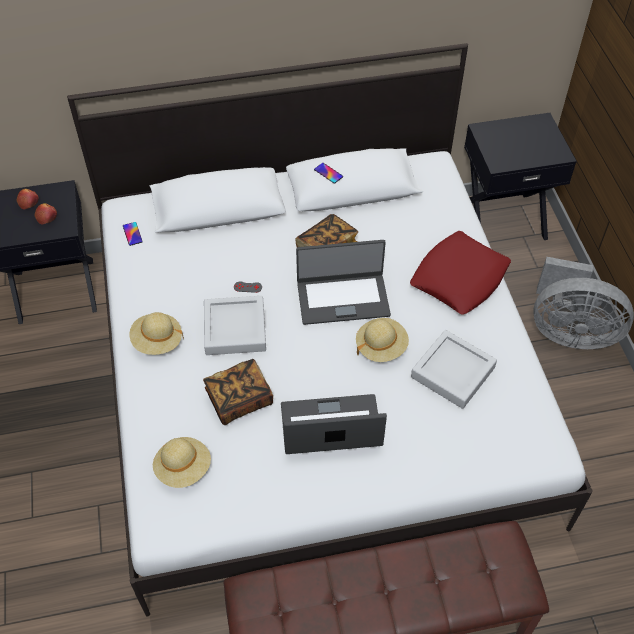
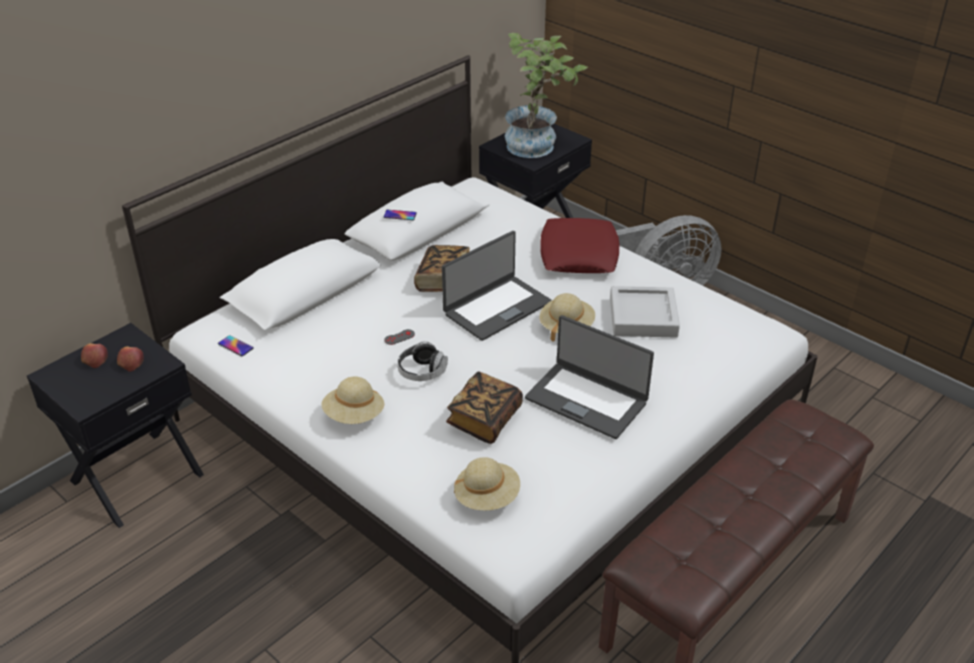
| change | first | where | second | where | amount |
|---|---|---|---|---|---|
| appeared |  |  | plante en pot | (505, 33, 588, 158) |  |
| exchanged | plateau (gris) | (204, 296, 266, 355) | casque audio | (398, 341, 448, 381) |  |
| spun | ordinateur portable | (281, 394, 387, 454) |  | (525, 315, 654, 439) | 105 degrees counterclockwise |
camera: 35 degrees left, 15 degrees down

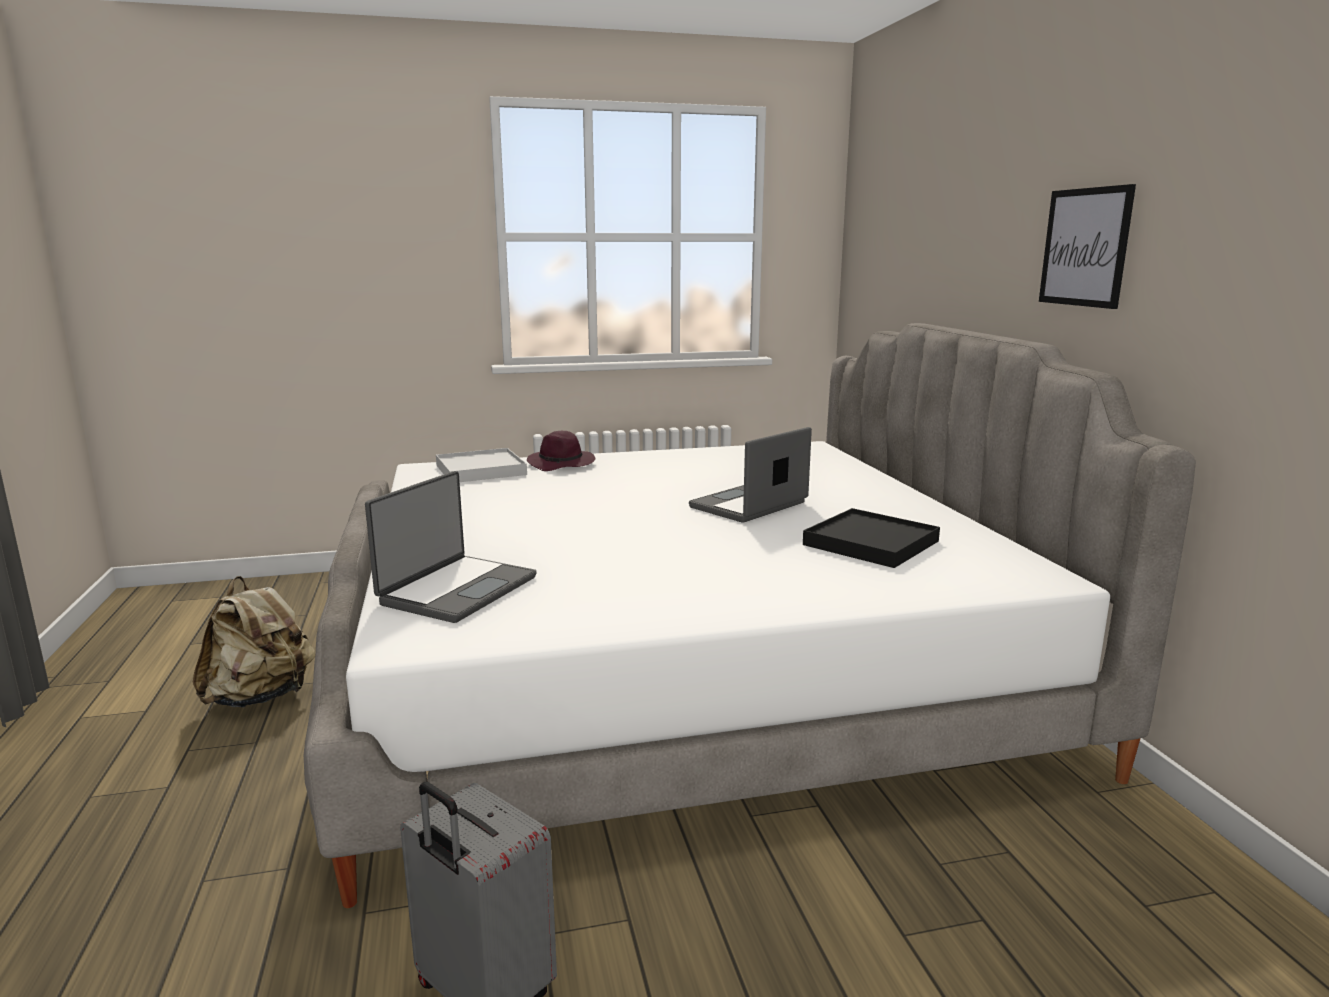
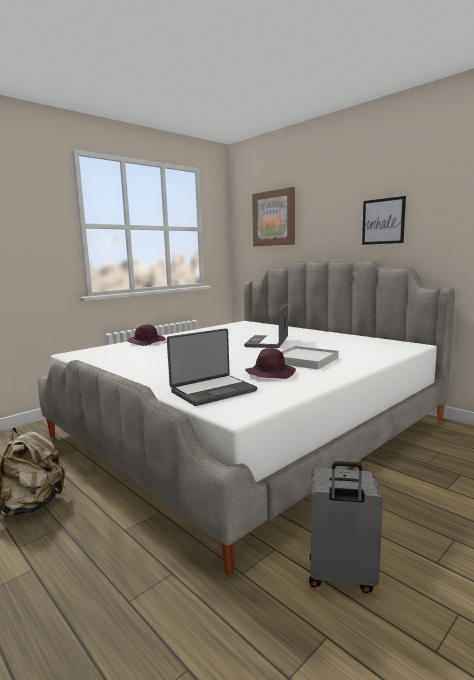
| change | first | where | second | where | amount |
|---|---|---|---|---|---|
| missing | plateau (noir) | (803, 508, 940, 568) |  |  |  |
| appeared |  |  | chapeau (violet) | (245, 348, 296, 379) |  |
| appeared |  |  | tableau | (252, 187, 295, 246) |  |
| relocated | plateau (blanc) | (436, 448, 527, 482) |  | (281, 346, 339, 369) |  |
| spun | ordinateur portable | (365, 471, 537, 623) |  | (167, 328, 257, 406) | 60 degrees clockwise |
camera: 30 degrees left, 5 degrees down

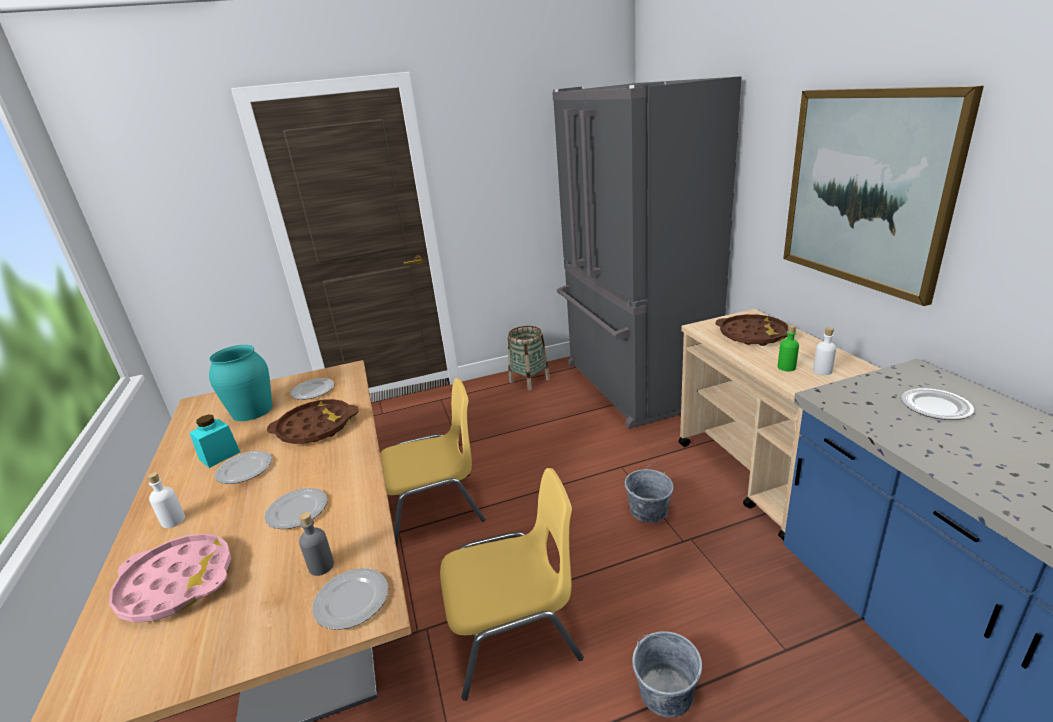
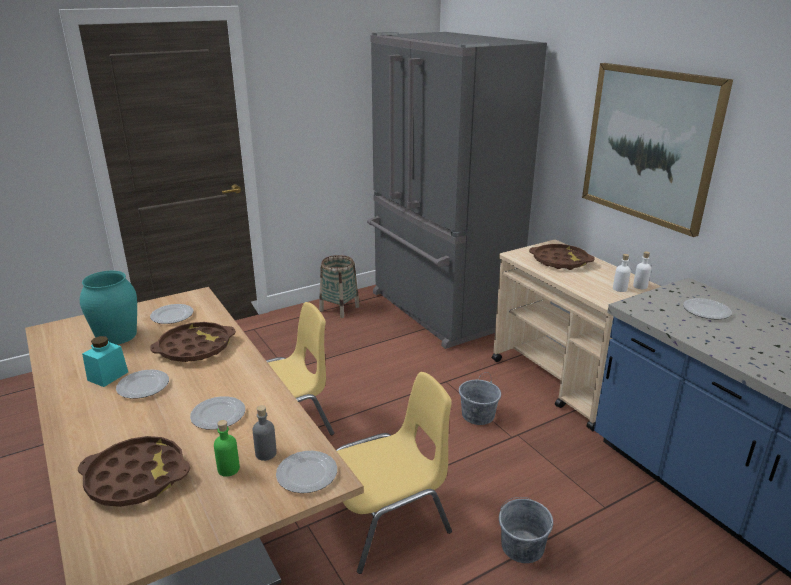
| change | first | where | second | where | amount |
|---|---|---|---|---|---|
| relocated | bouteille (blanc) | (147, 472, 185, 528) |  | (633, 251, 651, 289) |  |
| relocated | bouteille (vert) | (778, 325, 799, 371) |  | (214, 420, 240, 477) |  |
| colour | plateau (rose) | (109, 533, 231, 623) | plateau (marron) | (78, 436, 190, 507) |  |
camera: 15 degrees left, 0 degrees up

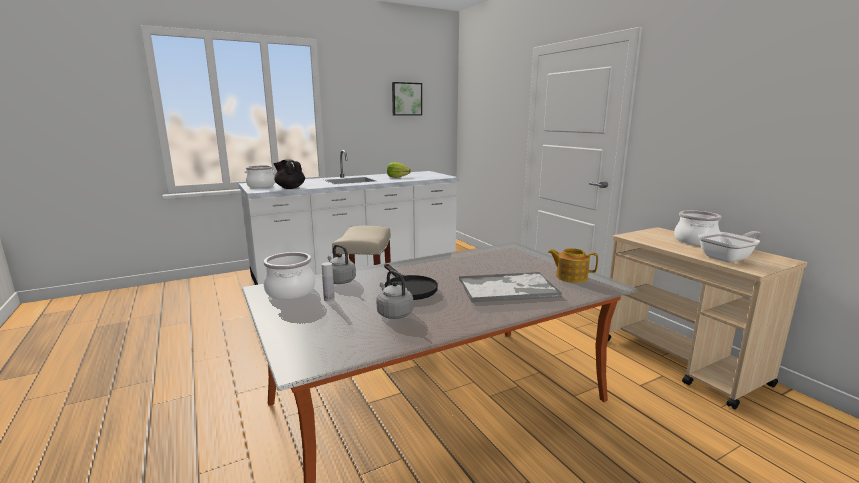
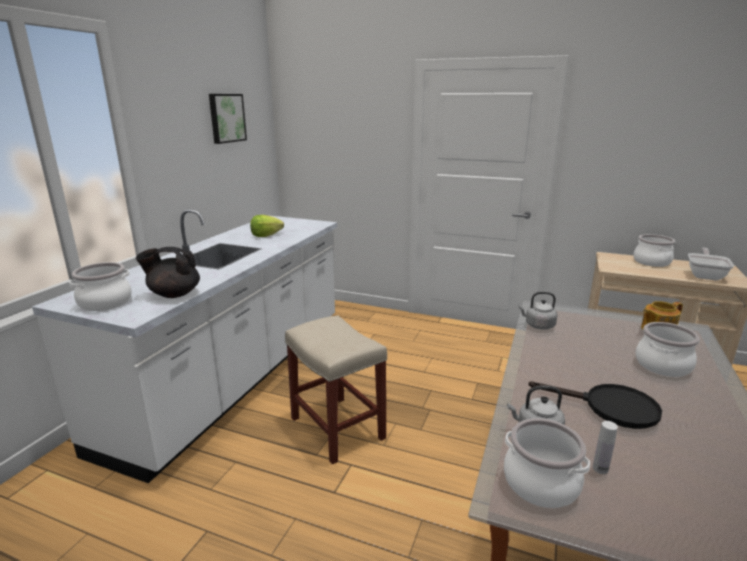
| change | first | where | second | where | amount |
|---|---|---|---|---|---|
| relocated | bouilloire (gris) | (376, 270, 413, 319) |  | (518, 292, 557, 330) |  |
| exchanged | plateau | (459, 272, 562, 303) | marmite | (636, 322, 700, 377) |  |
camera: 40 degrees left, 5 degrees up

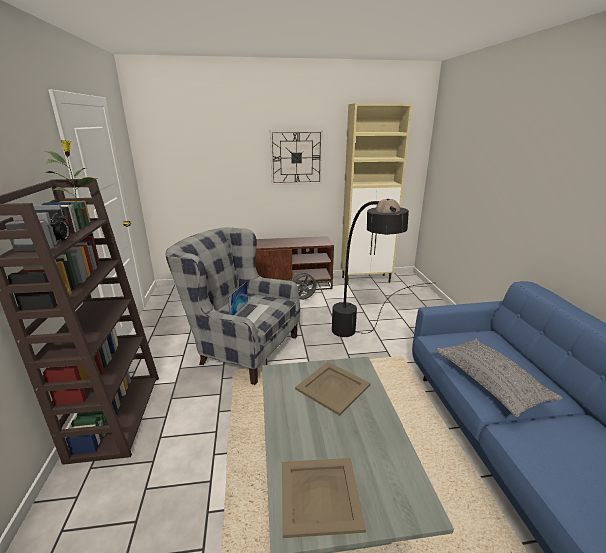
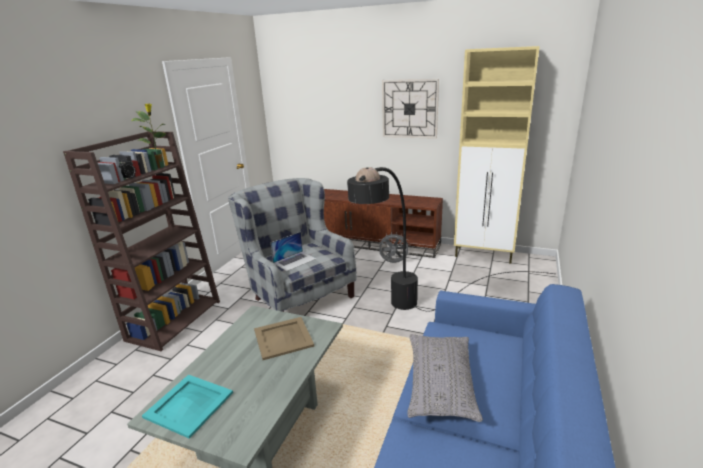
| change | first | where | second | where | amount |
|---|---|---|---|---|---|
| colour | plateau (beige) | (282, 458, 366, 538) | plateau (turquoise) | (142, 374, 233, 439) |  |
camera: 30 degrees right, 0 degrees up

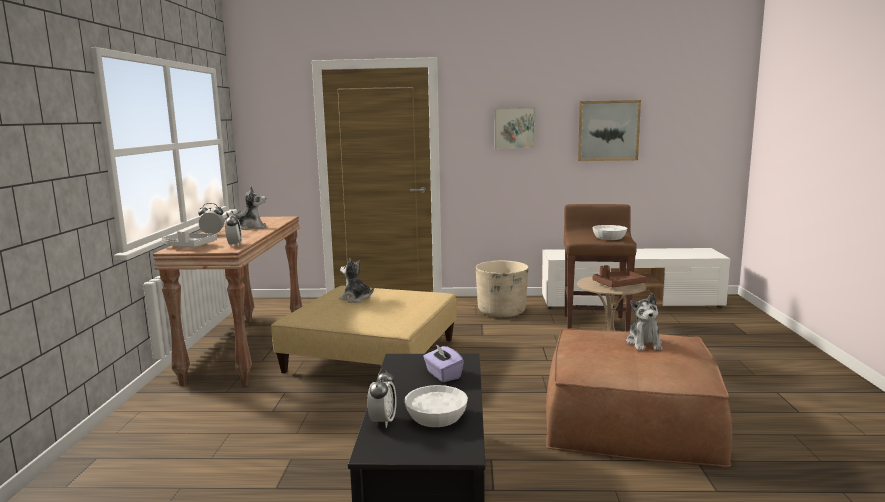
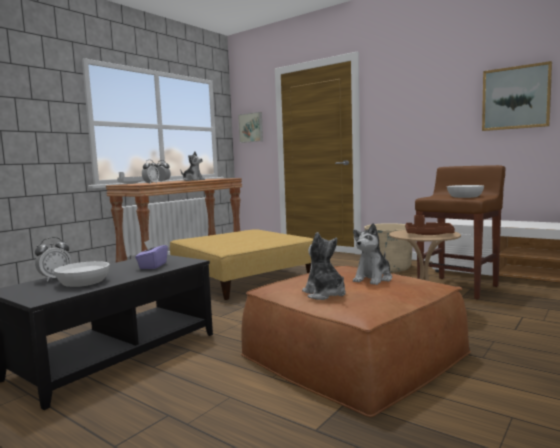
| change | first | where | second | where | amount |
|---|---|---|---|---|---|
| relocated | peluche | (339, 259, 374, 303) |  | (302, 232, 346, 300) |  |
| relocated | tableau | (494, 107, 535, 149) |  | (238, 112, 263, 143) |  |
camera: 35 degrees right, 5 degrees down

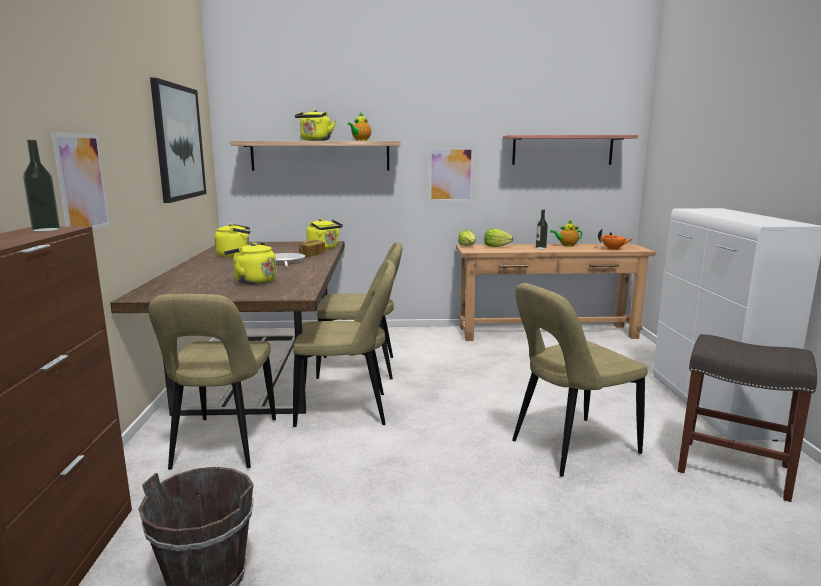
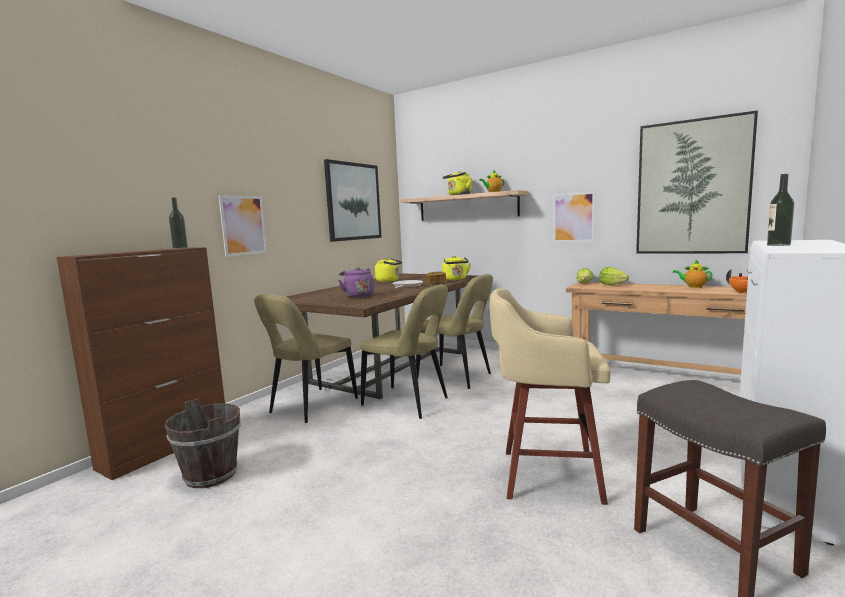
| change | first | where | second | where | amount |
|---|---|---|---|---|---|
| relocated | bouteille | (536, 209, 548, 249) |  | (767, 174, 794, 246) |  |
| exchanged | étagère | (503, 135, 638, 165) | tableau | (636, 110, 758, 253) |  |
| exchanged | chaise (beige) | (512, 283, 647, 477) | tabouret (beige) | (489, 288, 611, 505) |  |
| colour | bouilloire (jaune) | (224, 242, 277, 285) | bouilloire (violet) | (338, 267, 374, 298) |  |
camera: 35 degrees right, 5 degrees down

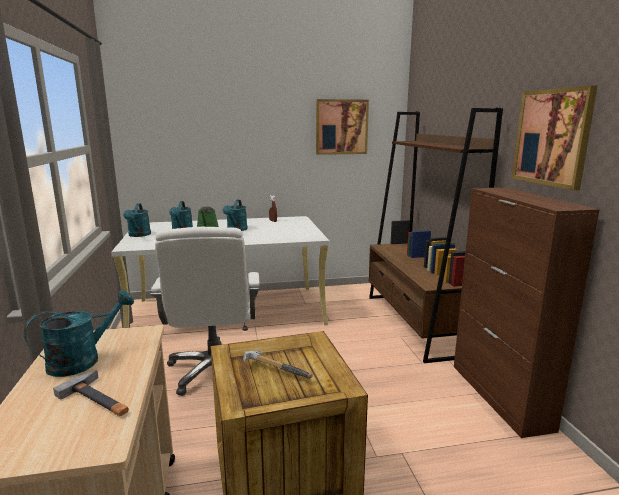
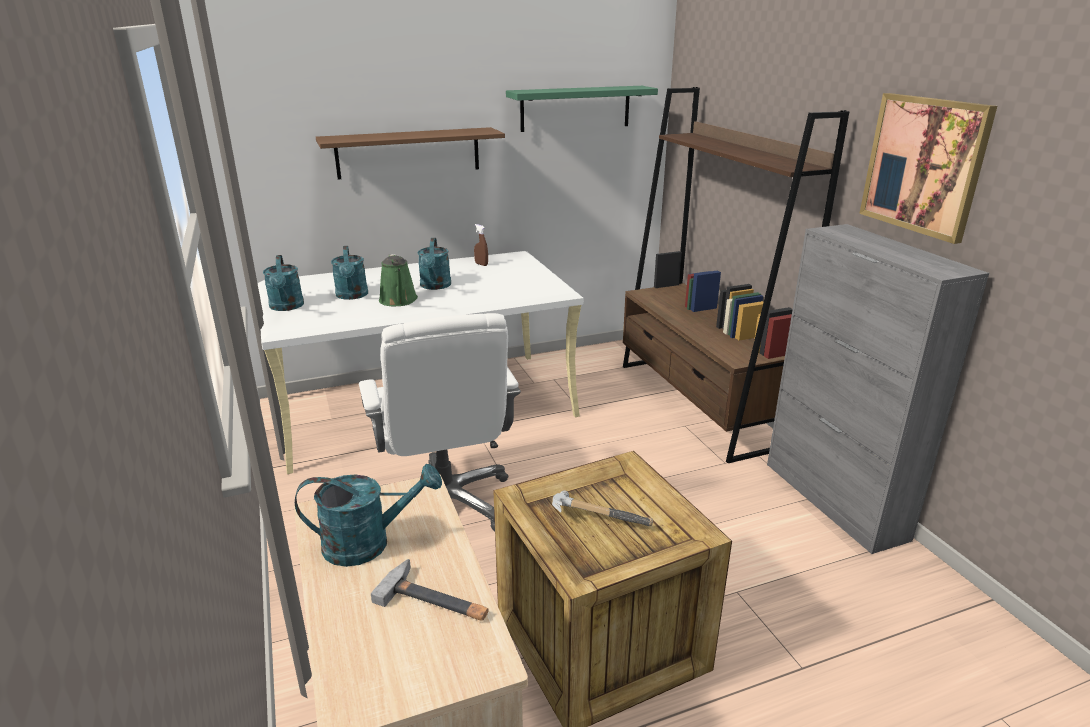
| change | first | where | second | where | amount |
|---|---|---|---|---|---|
| appeared |  |  | étagère (marron) | (316, 127, 505, 179) |  |
| exchanged | tableau | (316, 99, 369, 155) | étagère (vert) | (506, 86, 658, 132) |  |
| colour | meuble de rangement (marron) | (454, 187, 600, 438) | meuble de rangement (gris) | (767, 224, 989, 554) |  |
| spun | arrosoir (turquoise) | (24, 290, 134, 377) |  | (295, 464, 442, 567) | 45 degrees clockwise |
camera: 10 degrees left, 10 degrees up

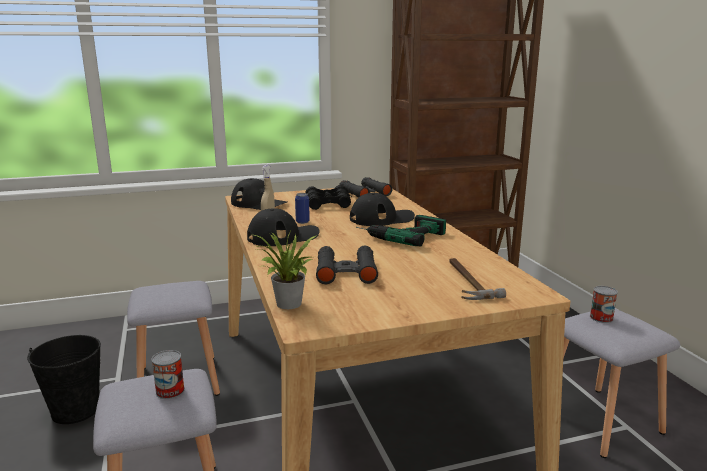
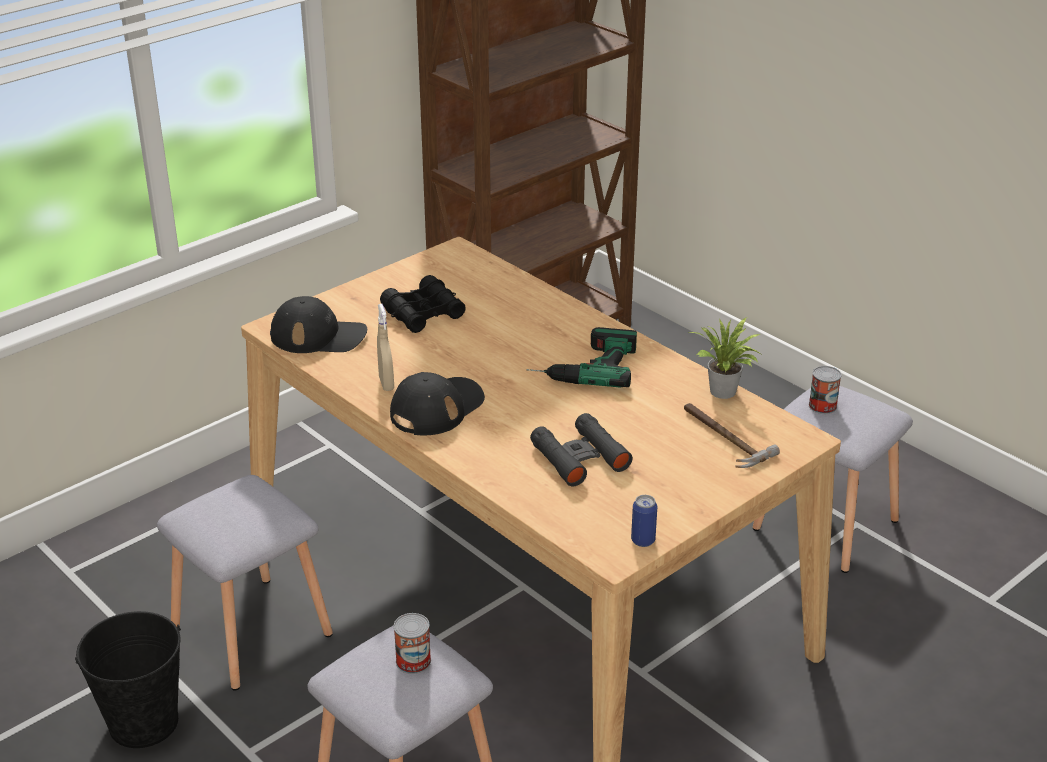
| change | first | where | second | where | amount |
|---|---|---|---|---|---|
| missing | jumelles (noir) | (339, 177, 392, 198) |  |  |  |
| missing | casquette (noir) | (350, 193, 415, 226) |  |  |  |
| relocated | plante en pot | (250, 231, 317, 309) |  | (687, 317, 761, 399) |  |
| relocated | boîte métallique | (295, 193, 310, 224) |  | (631, 495, 657, 547) |  |
camera: 25 degrees left, 15 degrees up

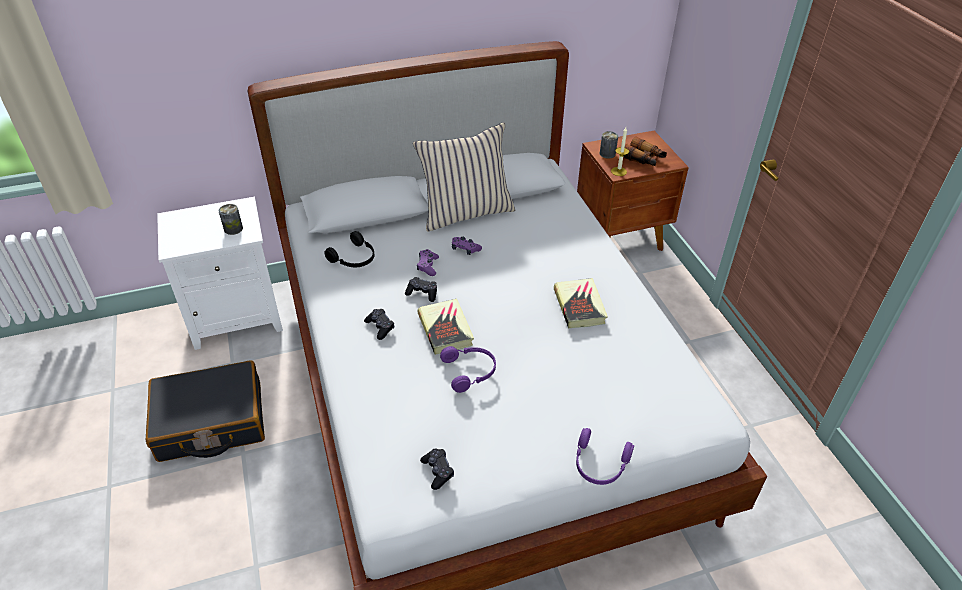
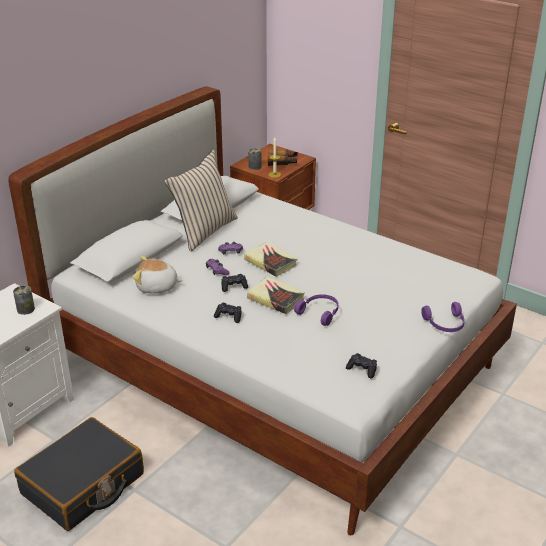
| change | first | where | second | where | amount |
|---|---|---|---|---|---|
| relocated | livre | (554, 278, 608, 329) |  | (244, 242, 297, 277) |  |
| exchanged | casque audio (noir) | (324, 231, 374, 267) | peluche | (132, 256, 183, 294) |  |
camera: 35 degrees left, 10 degrees down

